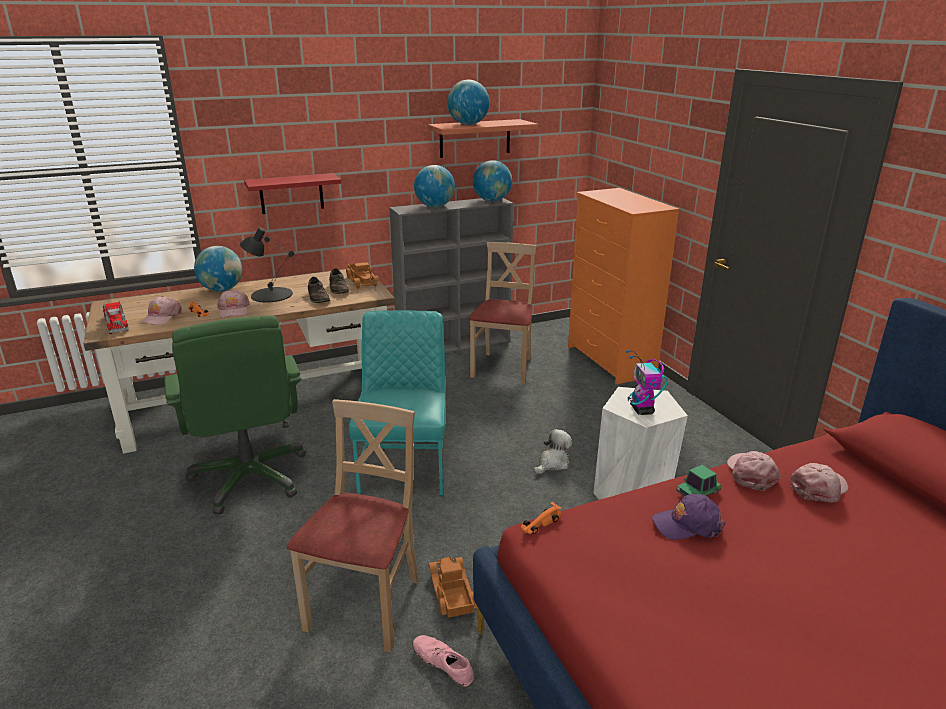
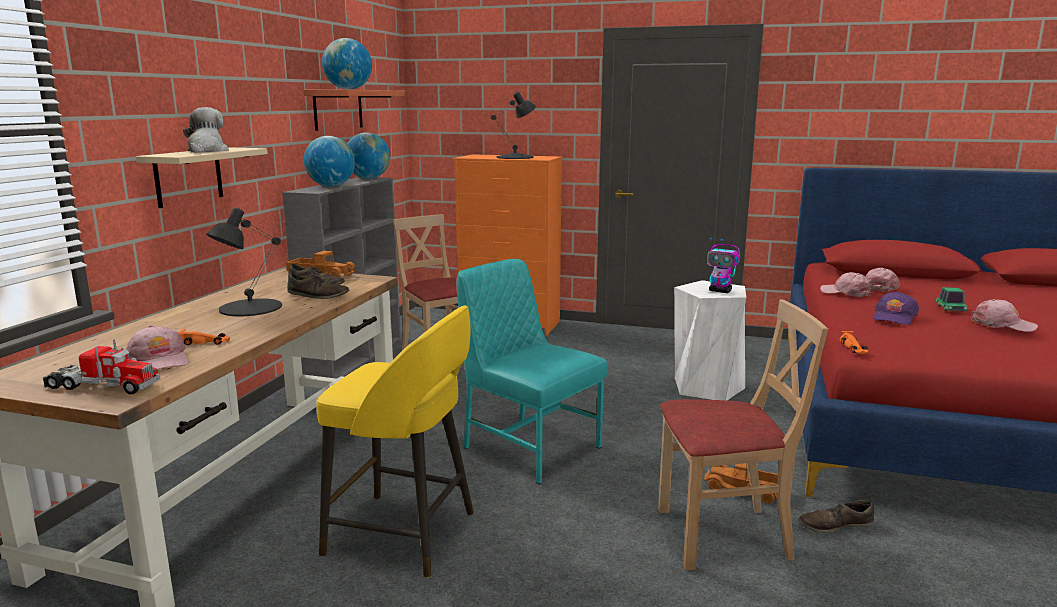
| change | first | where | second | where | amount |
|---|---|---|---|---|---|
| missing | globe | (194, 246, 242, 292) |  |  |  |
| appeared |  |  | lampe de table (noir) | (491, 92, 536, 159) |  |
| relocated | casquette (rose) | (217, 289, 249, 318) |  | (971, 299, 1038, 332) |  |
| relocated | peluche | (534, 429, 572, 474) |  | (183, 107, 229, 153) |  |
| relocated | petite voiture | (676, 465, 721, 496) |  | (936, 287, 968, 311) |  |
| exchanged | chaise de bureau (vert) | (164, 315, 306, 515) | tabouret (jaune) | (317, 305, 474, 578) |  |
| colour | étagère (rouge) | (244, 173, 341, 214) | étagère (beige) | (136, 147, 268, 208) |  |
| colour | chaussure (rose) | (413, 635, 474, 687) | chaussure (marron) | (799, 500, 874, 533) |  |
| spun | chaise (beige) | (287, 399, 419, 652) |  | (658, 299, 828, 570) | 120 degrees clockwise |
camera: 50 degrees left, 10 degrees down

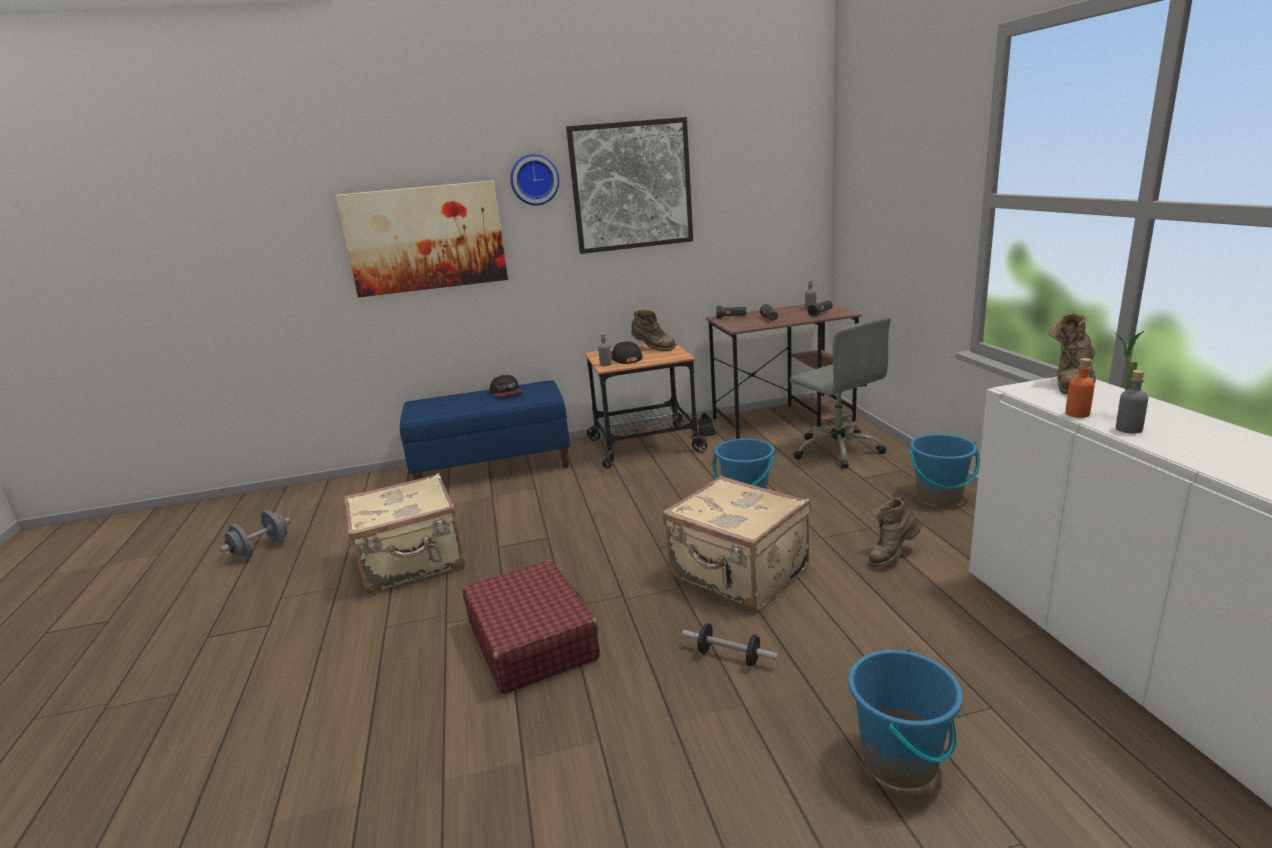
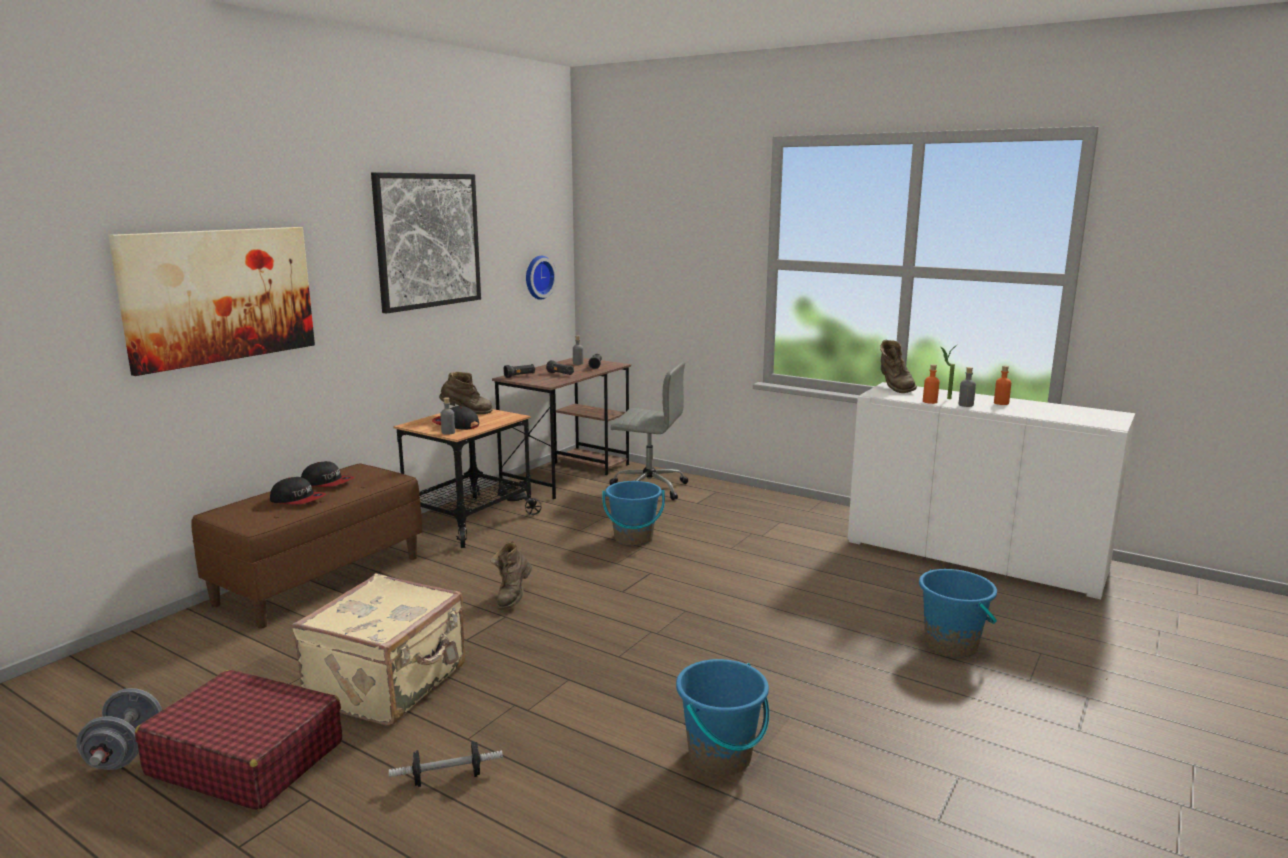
| change | first | where | second | where | amount |
|---|---|---|---|---|---|
| missing | valise (beige) | (663, 476, 810, 611) |  |  |  |
| appeared |  |  | casquette | (270, 477, 326, 505) |  |
| appeared |  |  | bouteille (orange) | (994, 366, 1011, 405) |  |
| relocated | valise (rouge) | (463, 560, 600, 694) |  | (135, 670, 342, 810) |  |
| relocated | horloge murale | (510, 154, 559, 206) |  | (526, 256, 557, 300) |  |
| relocated | haltère | (682, 623, 778, 666) |  | (389, 741, 503, 787) |  |
| relocated | botte (marron) | (868, 497, 921, 567) |  | (490, 541, 532, 610) |  |
| relocated | seau (bleu) | (909, 434, 980, 506) |  | (676, 659, 769, 776) |  |
| colour | banc (bleu) | (400, 380, 570, 480) | banc (marron) | (191, 463, 422, 629) |  |
camera: 45 degrees left, 5 degrees down

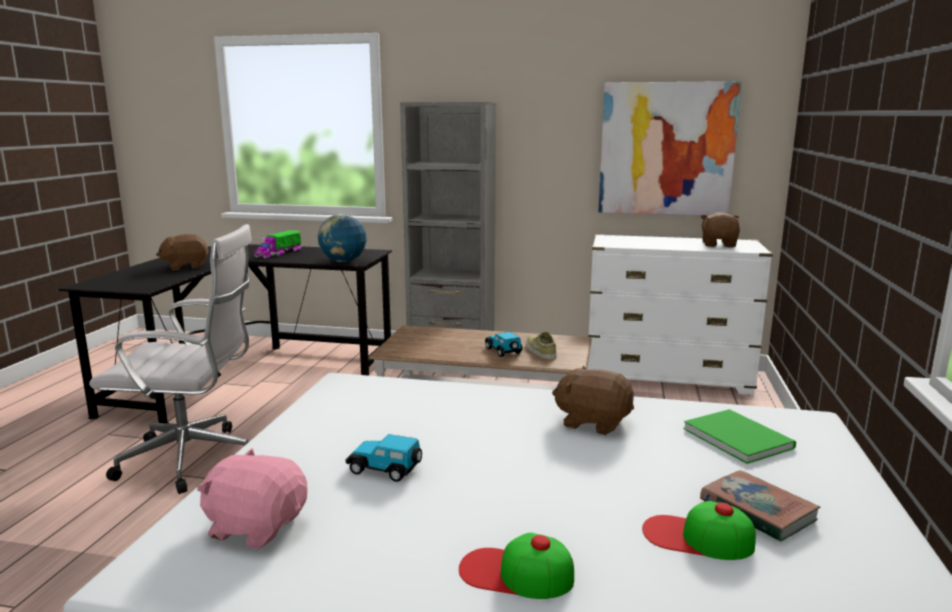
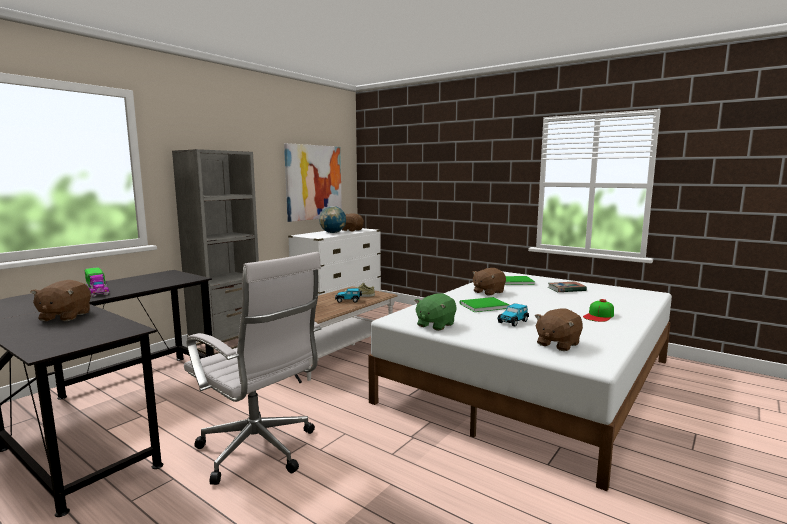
| change | first | where | second | where | amount |
|---|---|---|---|---|---|
| missing | casquette | (642, 501, 756, 560) |  |  |  |
| appeared |  |  | peluche (vert) | (414, 293, 456, 331) |  |
| appeared |  |  | livre (vert) | (460, 297, 509, 312) |  |
| relocated | globe | (318, 214, 367, 262) |  | (319, 206, 346, 233) |  |
| colour | peluche (rose) | (197, 448, 307, 549) | peluche (marron) | (535, 309, 583, 351) |  |
| spun | chaise de bureau (blanc) | (89, 224, 253, 494) |  | (184, 252, 322, 485) | 105 degrees clockwise |
camera: 65 degrees left, 5 degrees down

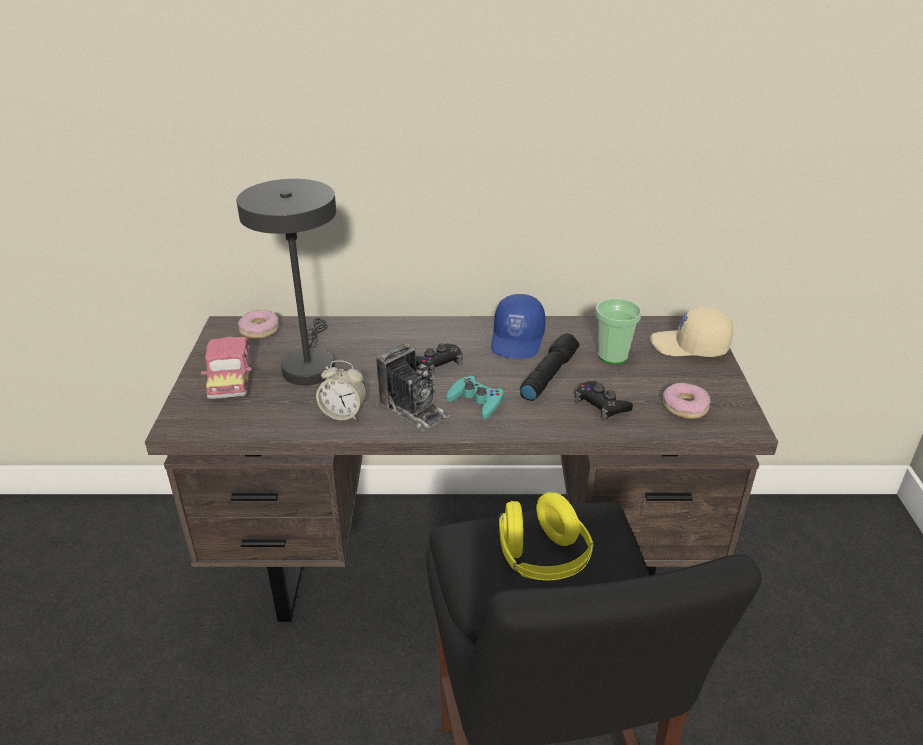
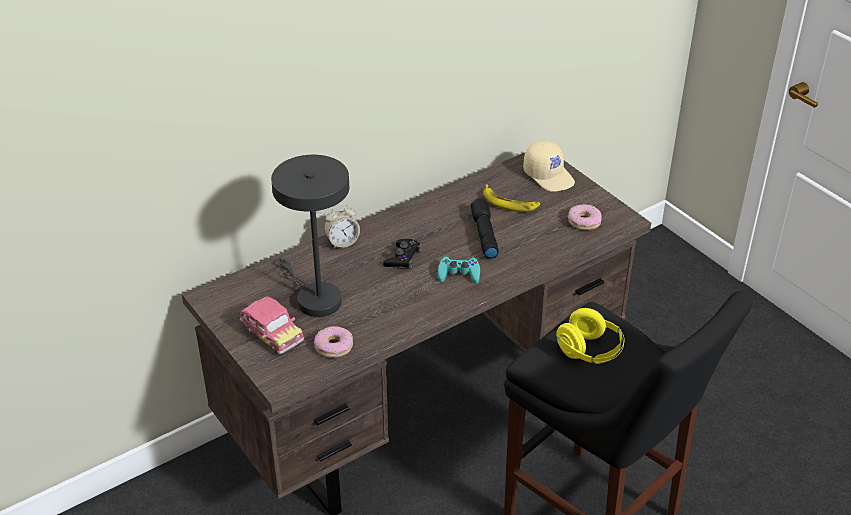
| change | first | where | second | where | amount |
|---|---|---|---|---|---|
| missing | appareil photo | (376, 344, 450, 431) |  |  |  |
| missing | casquette (bleu) | (491, 294, 546, 359) |  |  |  |
| missing | manette (noir) | (574, 381, 633, 420) |  |  |  |
| relocated | beignet | (238, 310, 279, 339) |  | (314, 326, 353, 358) |  |
| relocated | réveil | (316, 360, 367, 420) |  | (324, 204, 360, 248) |  |
| exchanged | tasse | (596, 299, 642, 364) | banane | (483, 184, 540, 212) |  |
| spun | casquette (beige) | (650, 306, 733, 357) |  | (523, 141, 575, 192) | 105 degrees counterclockwise |
camera: 35 degrees left, 5 degrees up

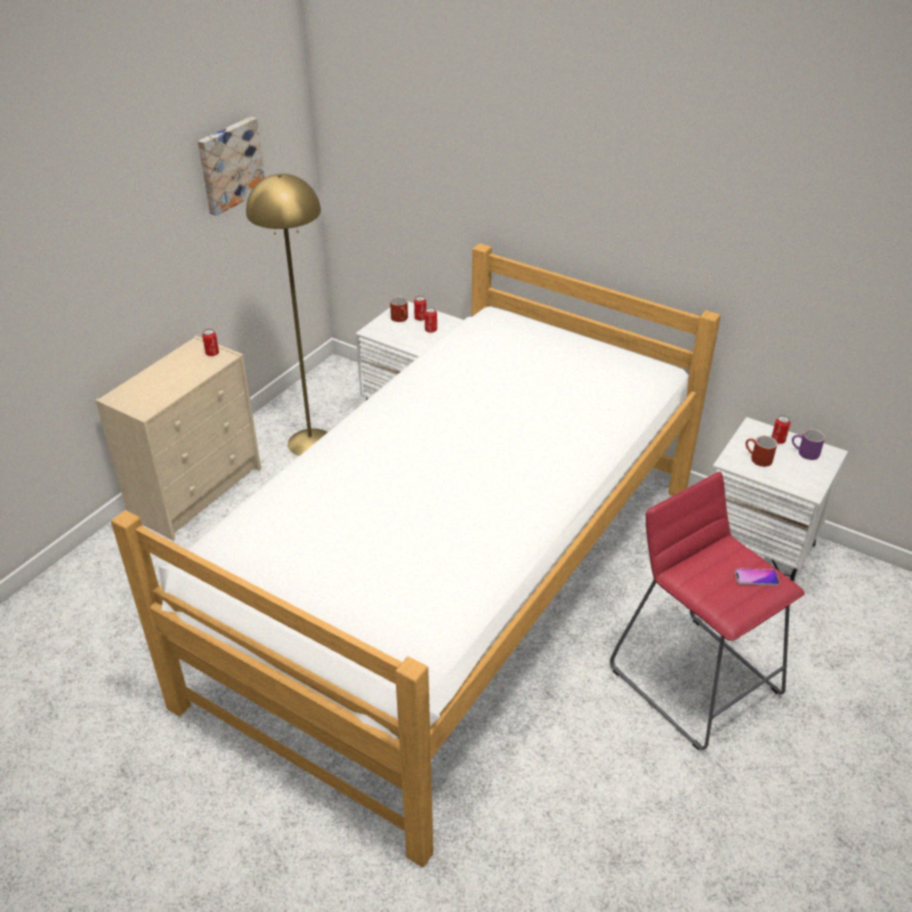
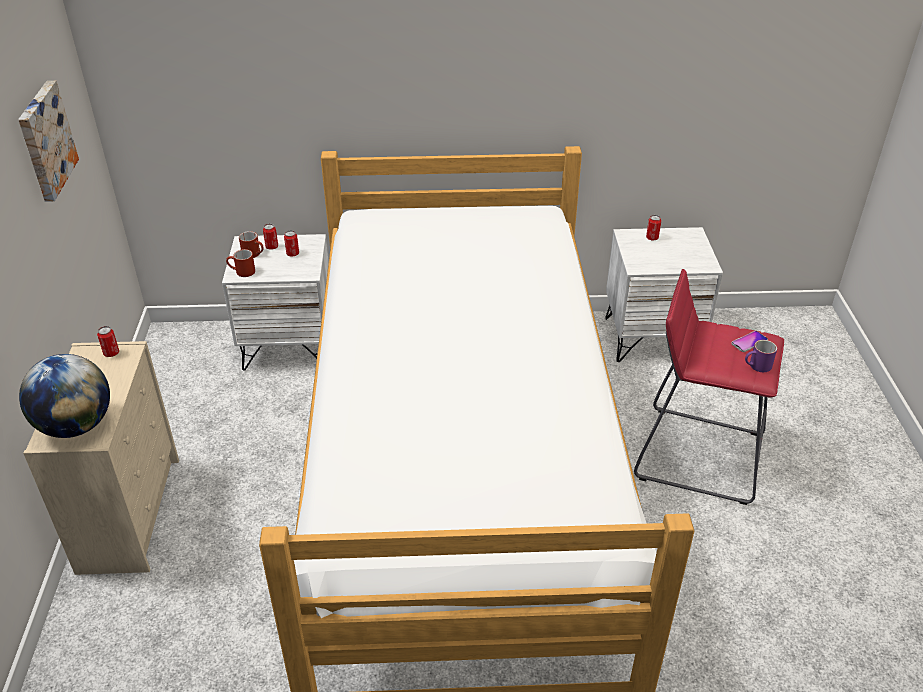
| change | first | where | second | where | amount |
|---|---|---|---|---|---|
| missing | lampadaire (jaune) | (246, 174, 328, 456) |  |  |  |
| appeared |  |  | globe | (19, 354, 110, 438) |  |
| relocated | mug (rouge) | (746, 436, 777, 467) |  | (226, 249, 255, 277) |  |
| relocated | mug (violet) | (792, 429, 825, 460) |  | (745, 340, 777, 372) |  |
camera: 35 degrees left, 0 degrees up

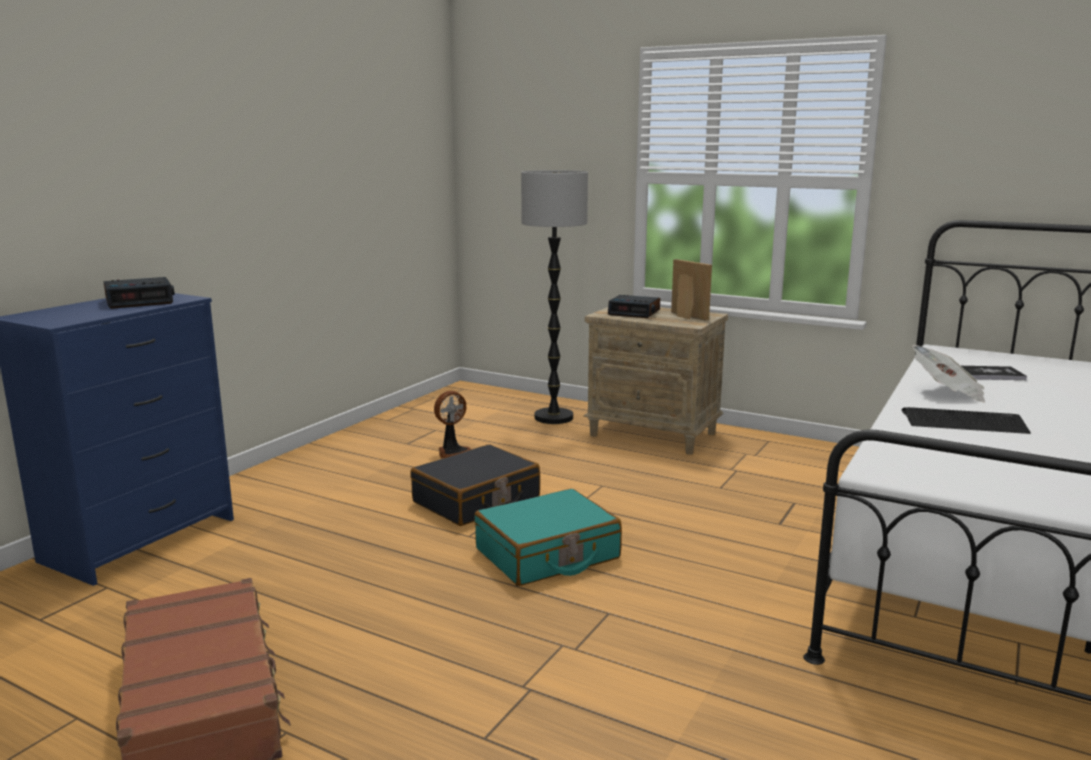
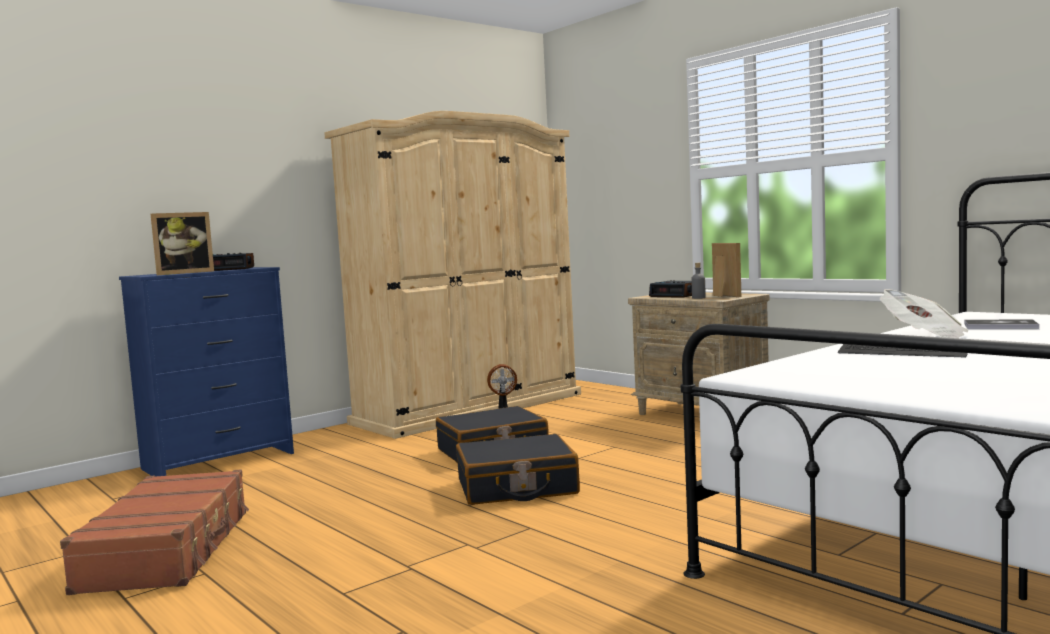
| change | first | where | second | where | amount |
|---|---|---|---|---|---|
| missing | lampadaire | (521, 170, 588, 424) |  |  |  |
| appeared |  |  | cadre photo | (151, 212, 214, 275) |  |
| appeared |  |  | armoire (beige) | (324, 111, 581, 439) |  |
| appeared |  |  | bouteille (gris) | (691, 263, 706, 299) |  |
| colour | valise (turquoise) | (474, 489, 622, 586) | valise (noir) | (456, 434, 580, 505) |  |
camera: 20 degrees right, 10 degrees down

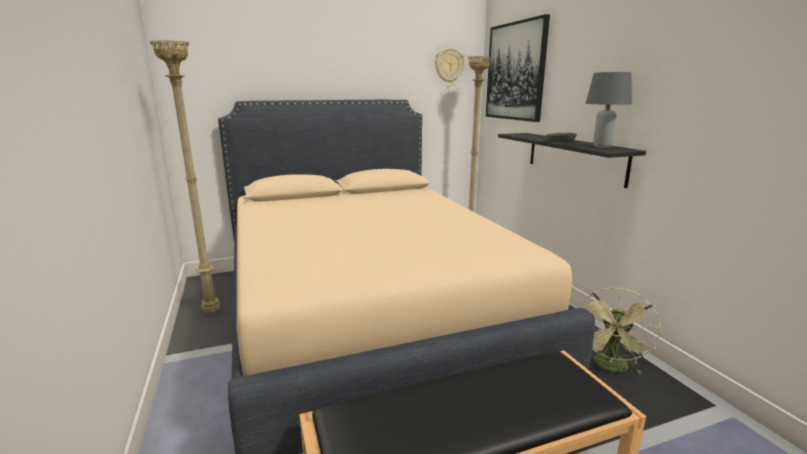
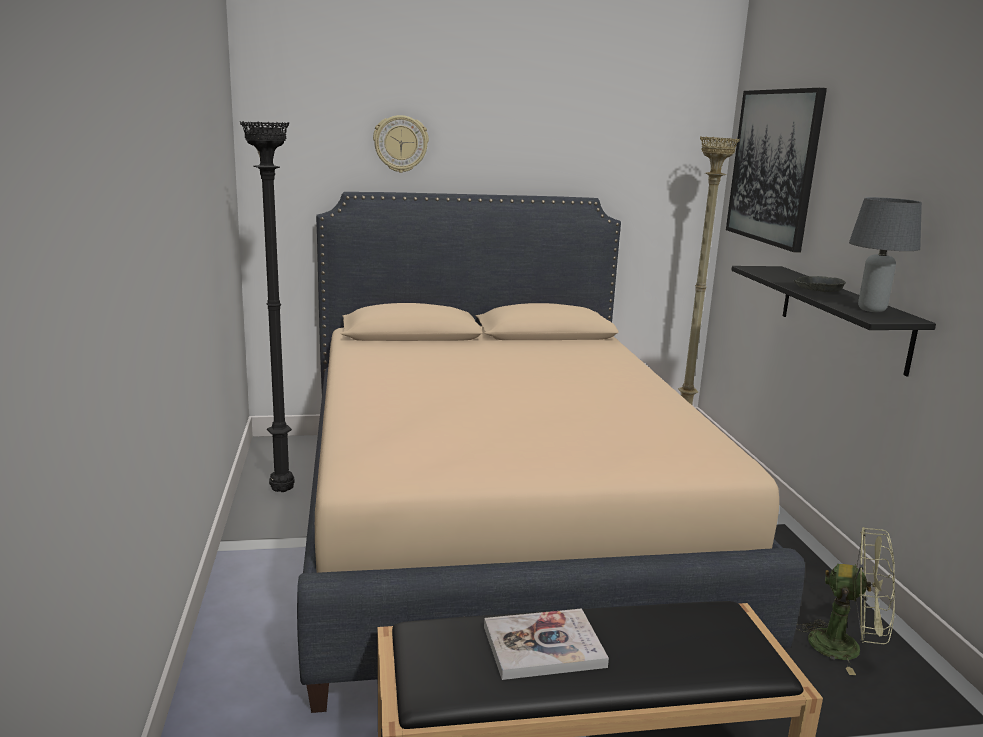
| change | first | where | second | where | amount |
|---|---|---|---|---|---|
| appeared |  |  | livre | (484, 608, 609, 680) |  |
| relocated | horloge murale | (435, 48, 465, 83) |  | (373, 115, 429, 173) |  |
| colour | lampadaire (beige) | (149, 40, 220, 313) | lampadaire (noir) | (240, 121, 295, 492) |  |
| spun | ventilateur (vert) | (580, 288, 661, 374) |  | (797, 527, 895, 675) | 105 degrees counterclockwise |
camera: 10 degrees right, 0 degrees up

